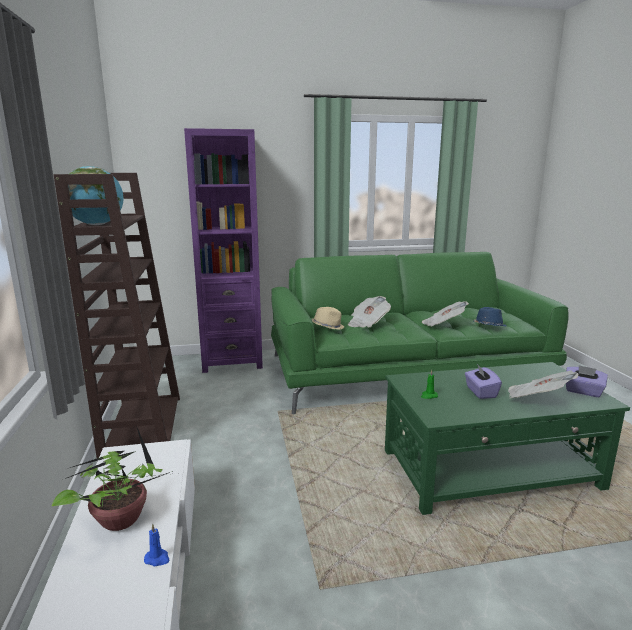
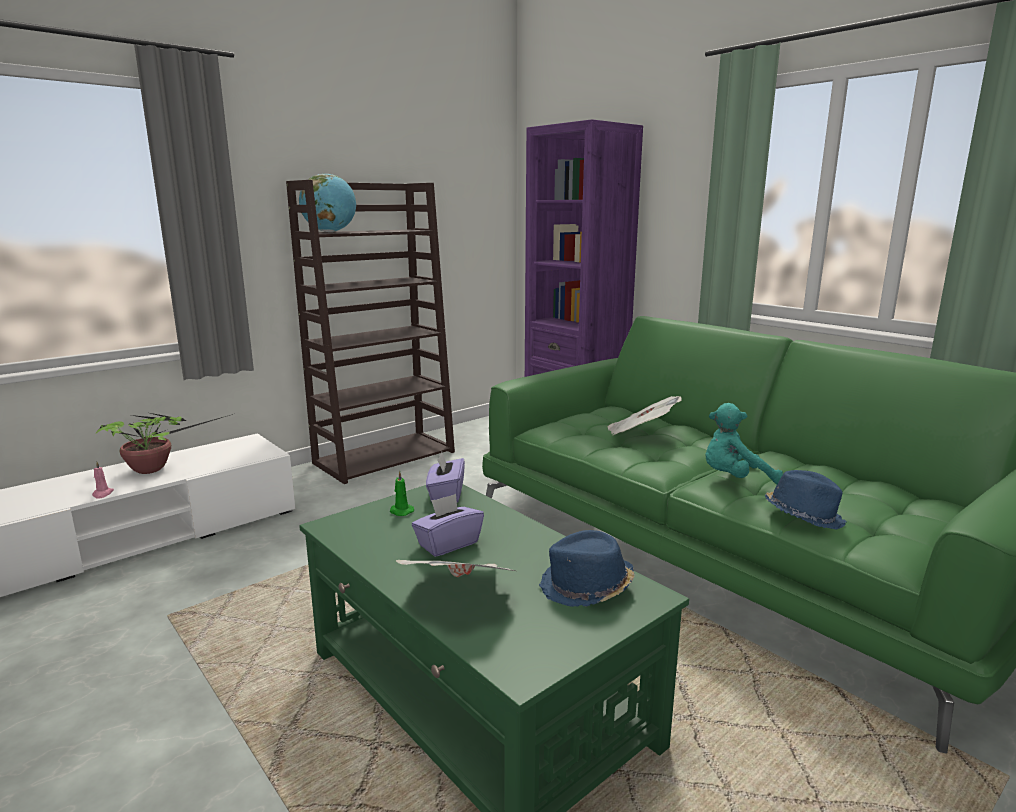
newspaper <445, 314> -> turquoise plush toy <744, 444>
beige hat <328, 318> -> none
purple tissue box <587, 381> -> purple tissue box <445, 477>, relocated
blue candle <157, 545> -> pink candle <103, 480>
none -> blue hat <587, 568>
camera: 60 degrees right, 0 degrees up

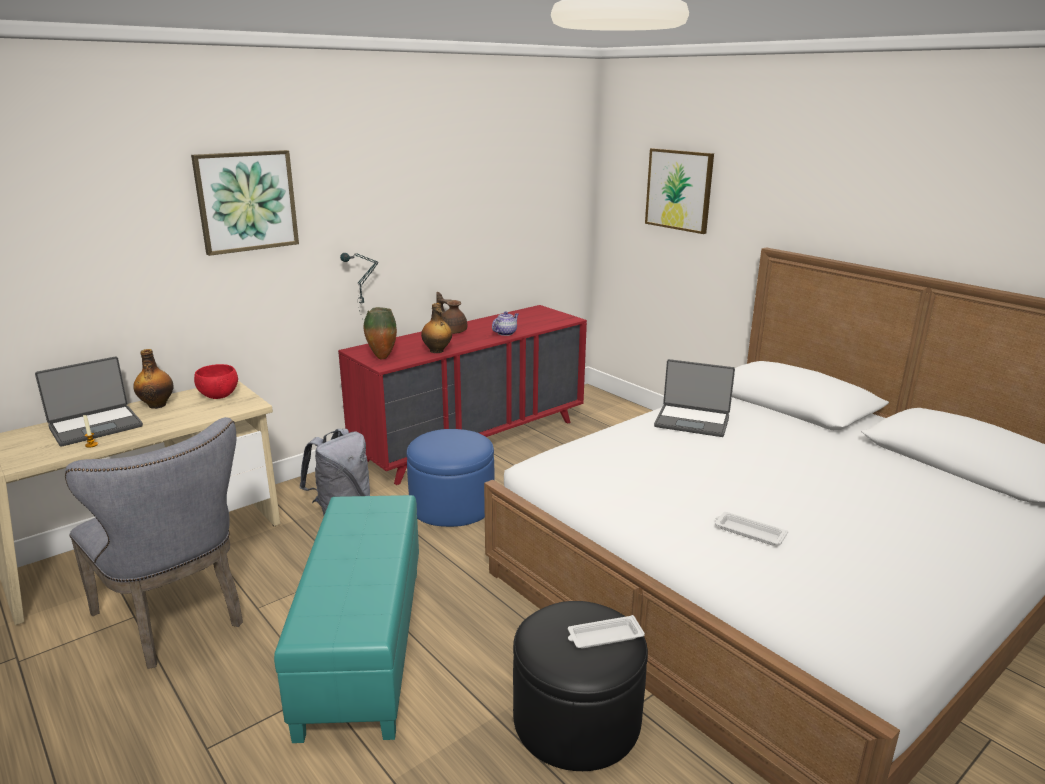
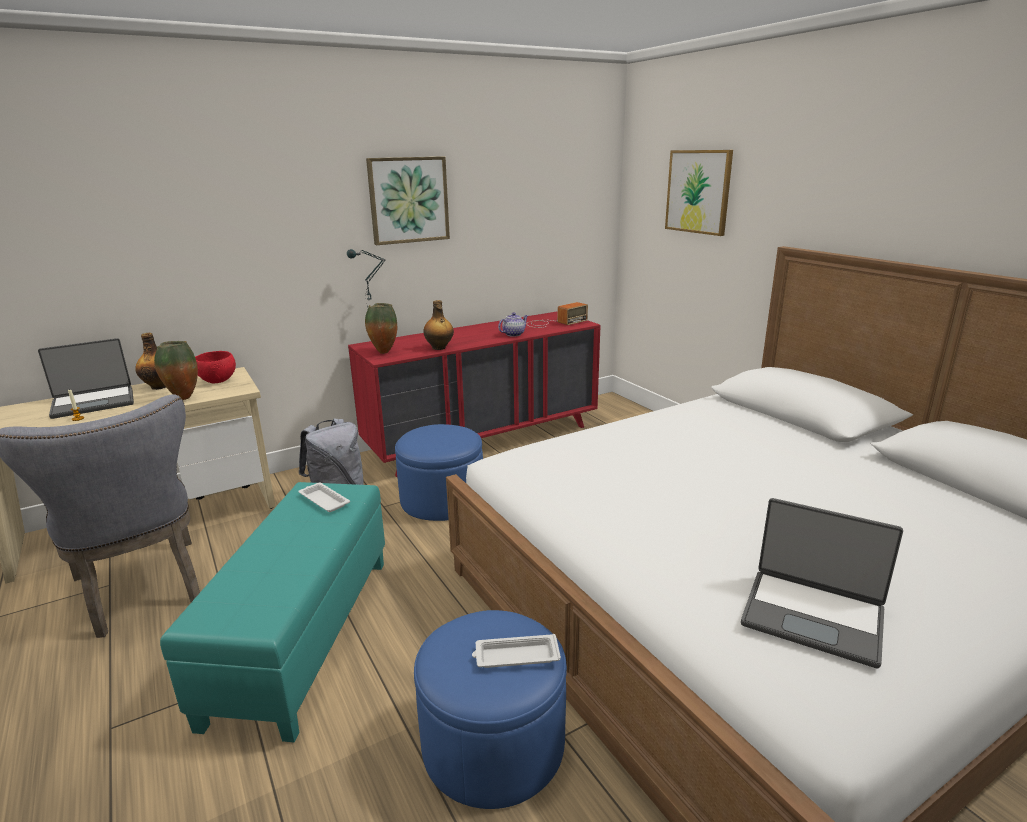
picture <245, 203> -> picture <408, 200>, relocated
brown teapot <451, 313> -> none
laptop <694, 398> -> laptop <822, 583>, relocated
white tray <751, 529> -> white tray <324, 497>, relocated
black ottoman <580, 686> -> blue ottoman <490, 709>
none -> radio <559, 315>
none -> vase <176, 370>
camera: 10 degrees right, 0 degrees up

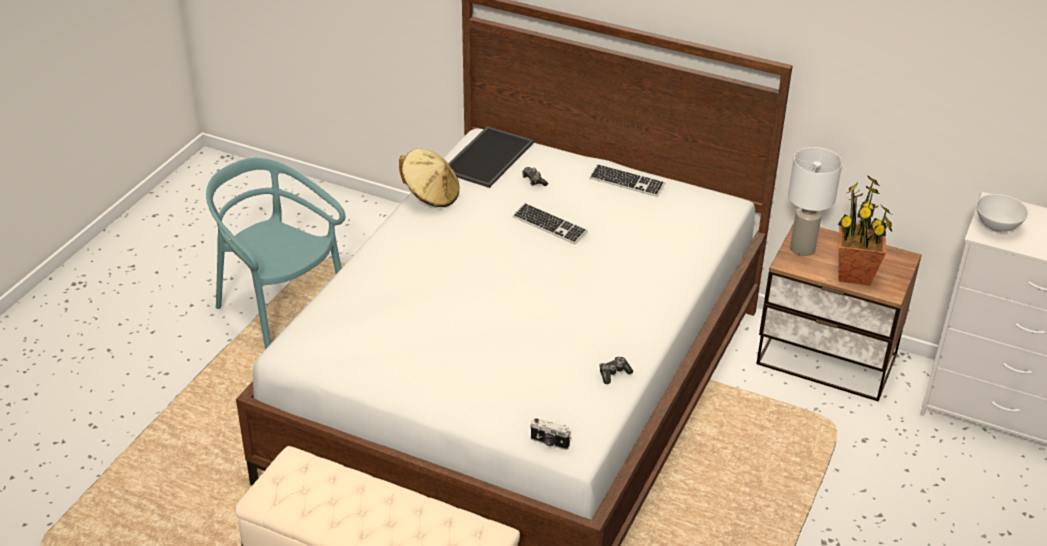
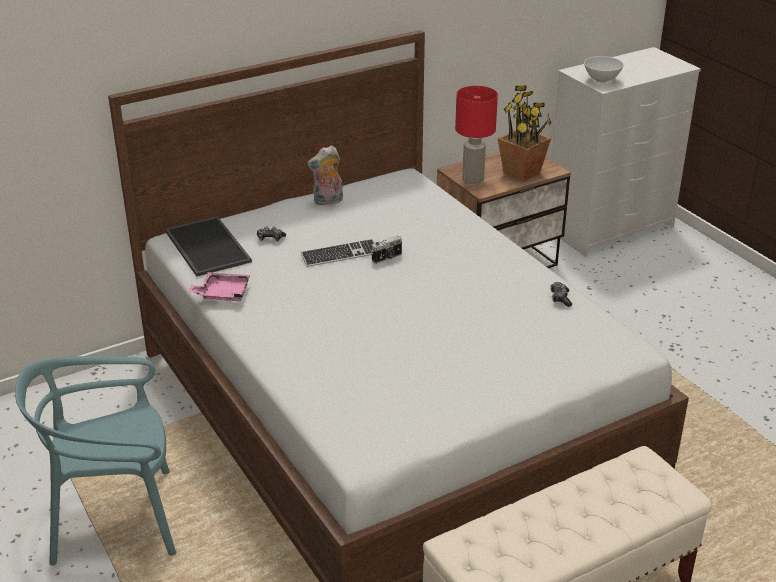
white table lamp <815, 201> -> red table lamp <476, 135>
beige hat <429, 178> -> pink tray <219, 287>
keyboard <627, 180> -> plush toy <325, 175>
photo camera <550, 434> -> photo camera <387, 249>, relocated
camera: 55 degrees left, 5 degrees down

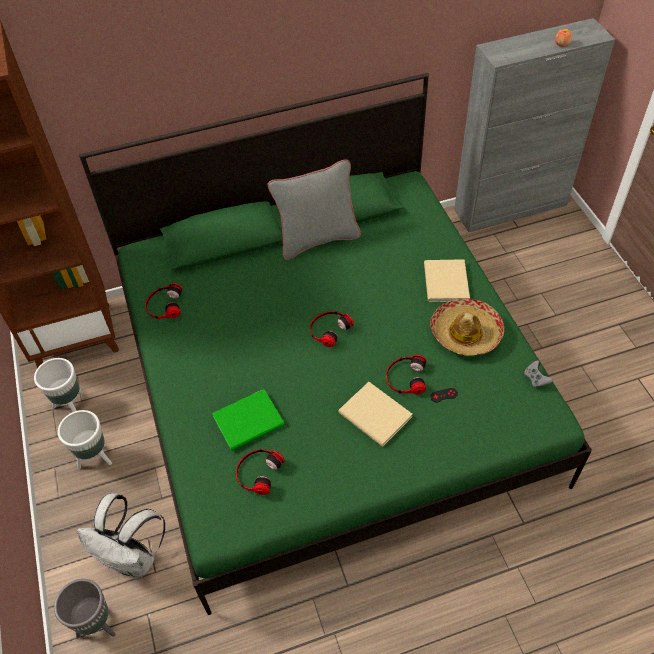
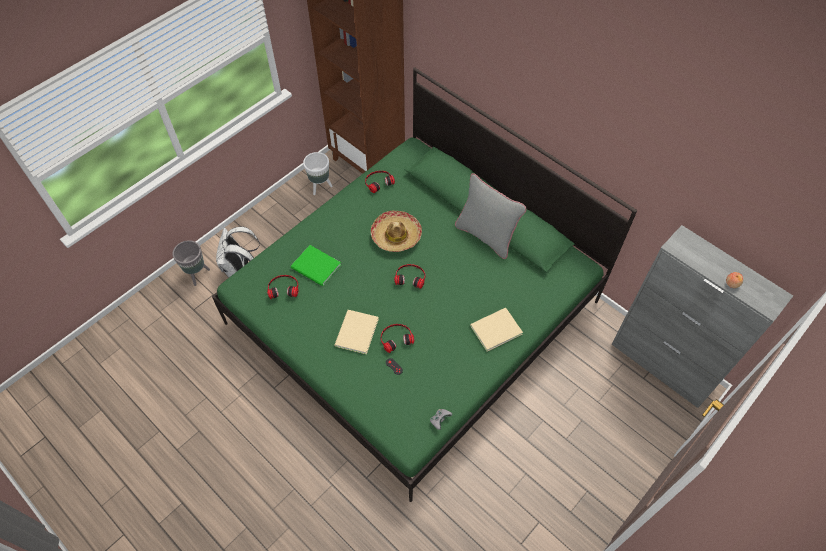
hat <467, 327> -> hat <396, 231>, relocated
white planter <85, 439> -> none
camera: 60 degrees right, 5 degrees up

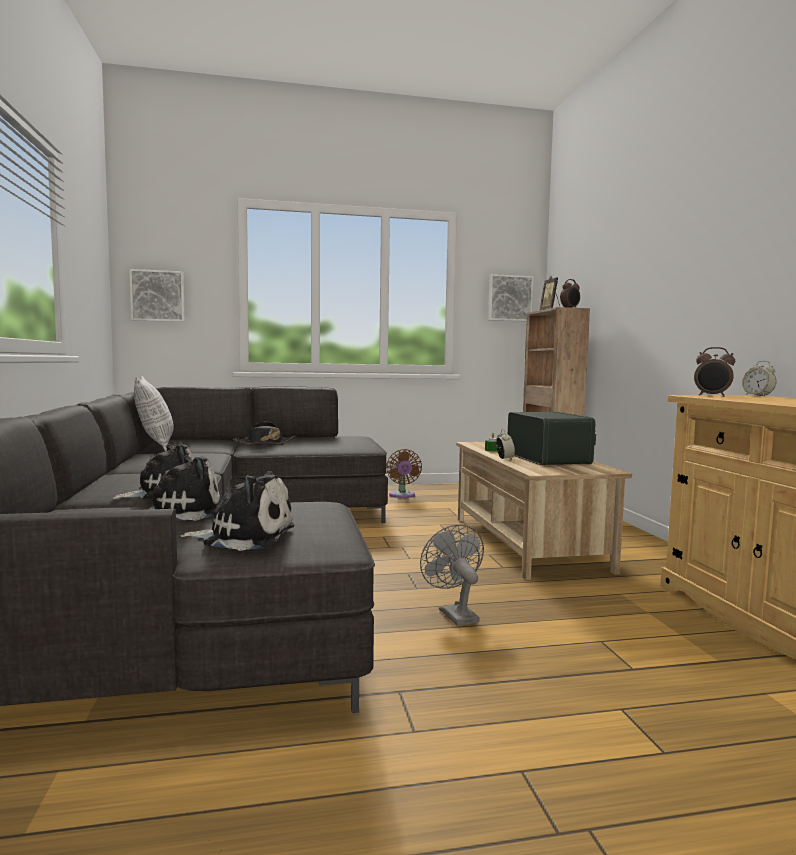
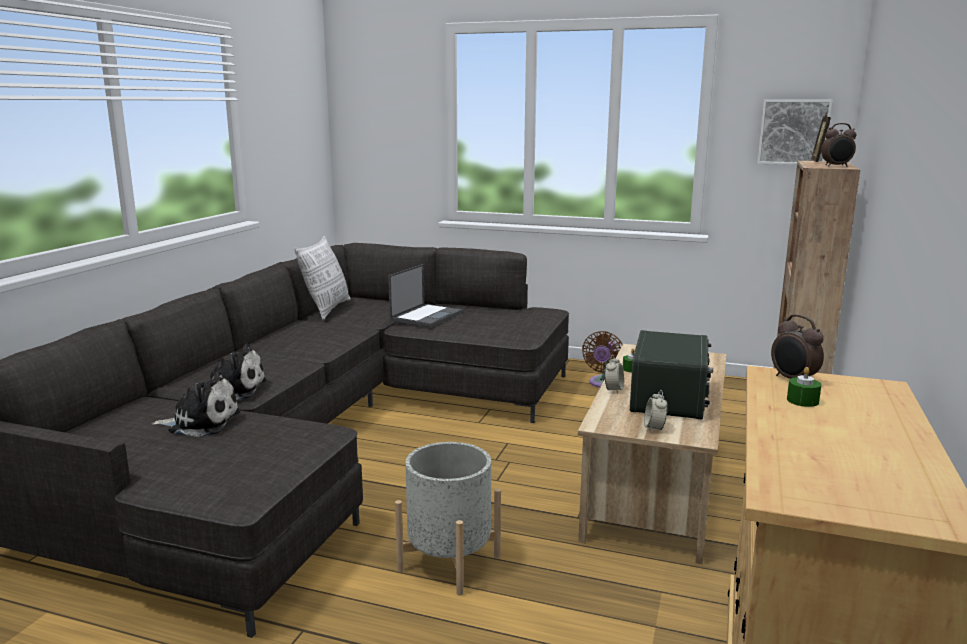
picture <157, 295> -> none
alarm clock <759, 378> -> alarm clock <656, 411>, relocated
black hat <264, 432> -> laptop <425, 295>
plush toy <237, 511> -> none
grey fan <452, 575> -> grey planter <448, 518>
none -> green candle <804, 387>
camera: 30 degrees right, 10 degrees up

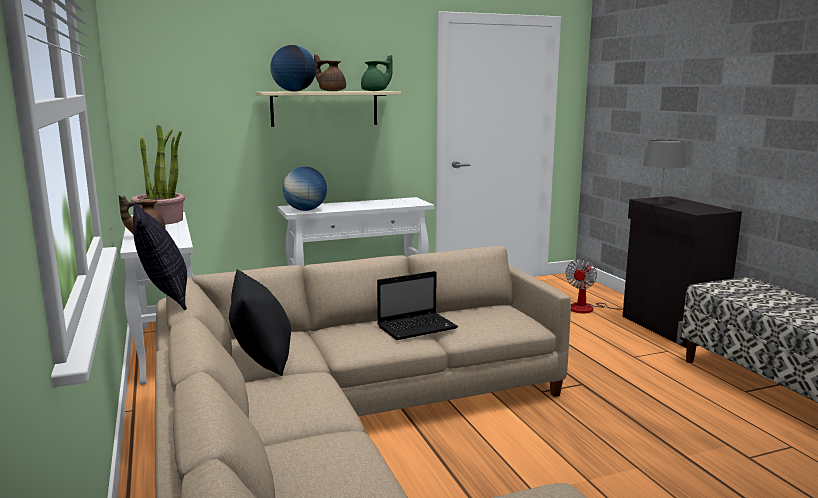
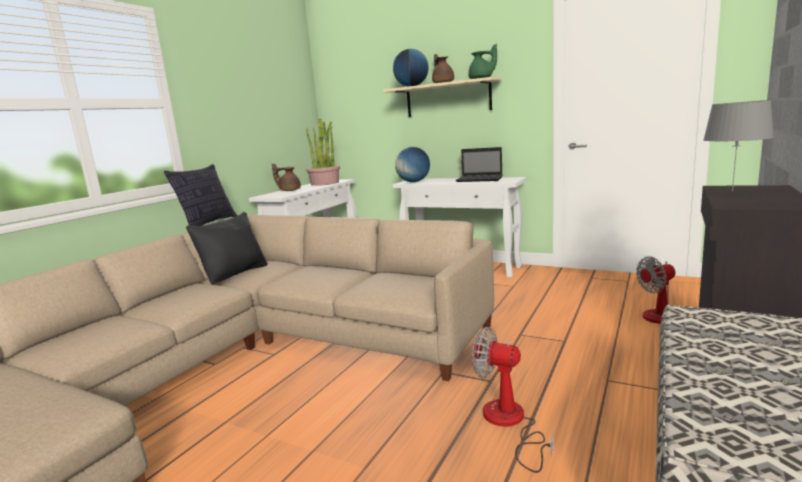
laptop <417, 305> -> laptop <479, 164>, relocated
none -> fan <513, 400>
camera: 50 degrees right, 0 degrees up

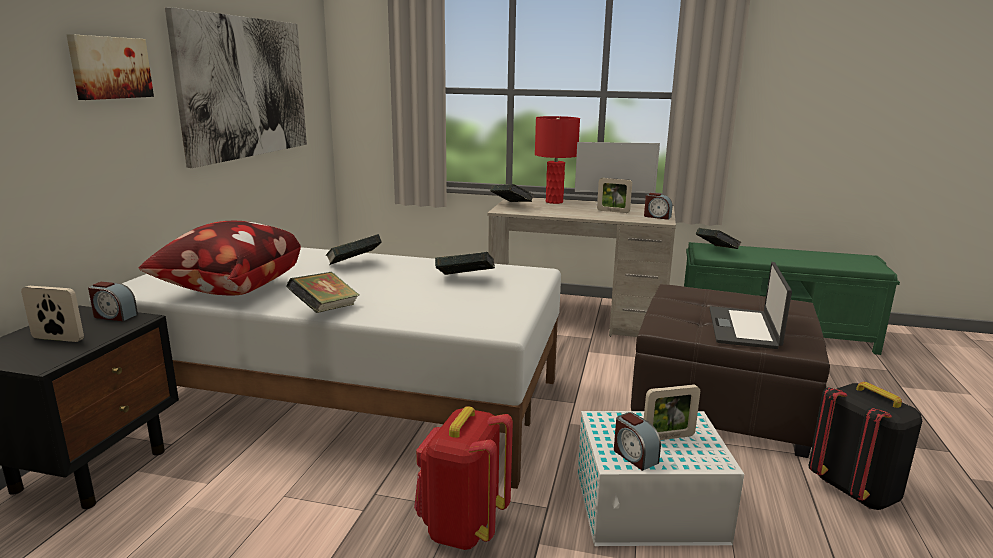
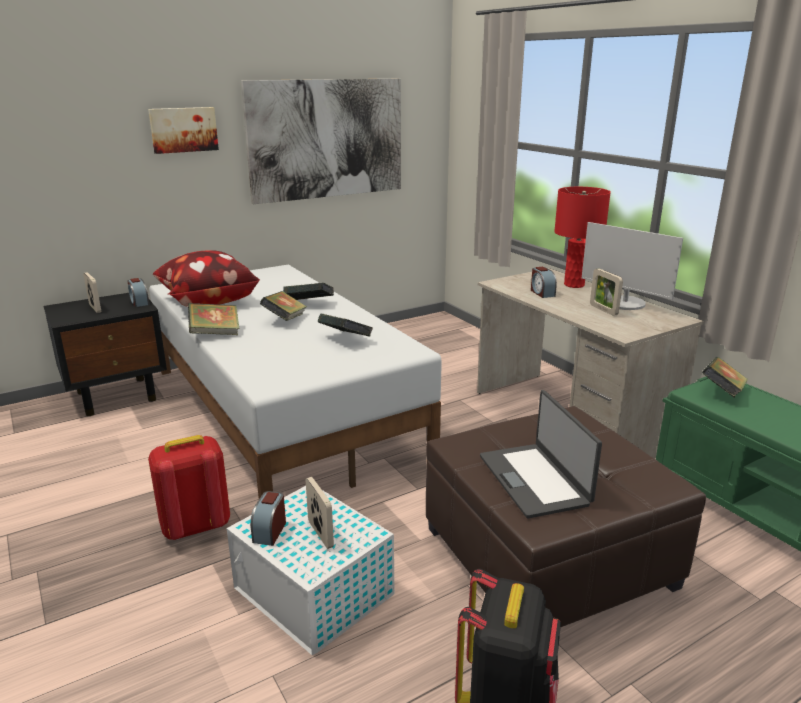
book <512, 193> -> book <283, 306>, relocated
alarm clock <658, 206> -> alarm clock <544, 282>, relocated
laptop <751, 305> -> laptop <541, 454>, 75 degrees counterclockwise
picture frame <672, 412> -> picture frame <320, 513>, 150 degrees counterclockwise
camera: 45 degrees right, 5 degrees up

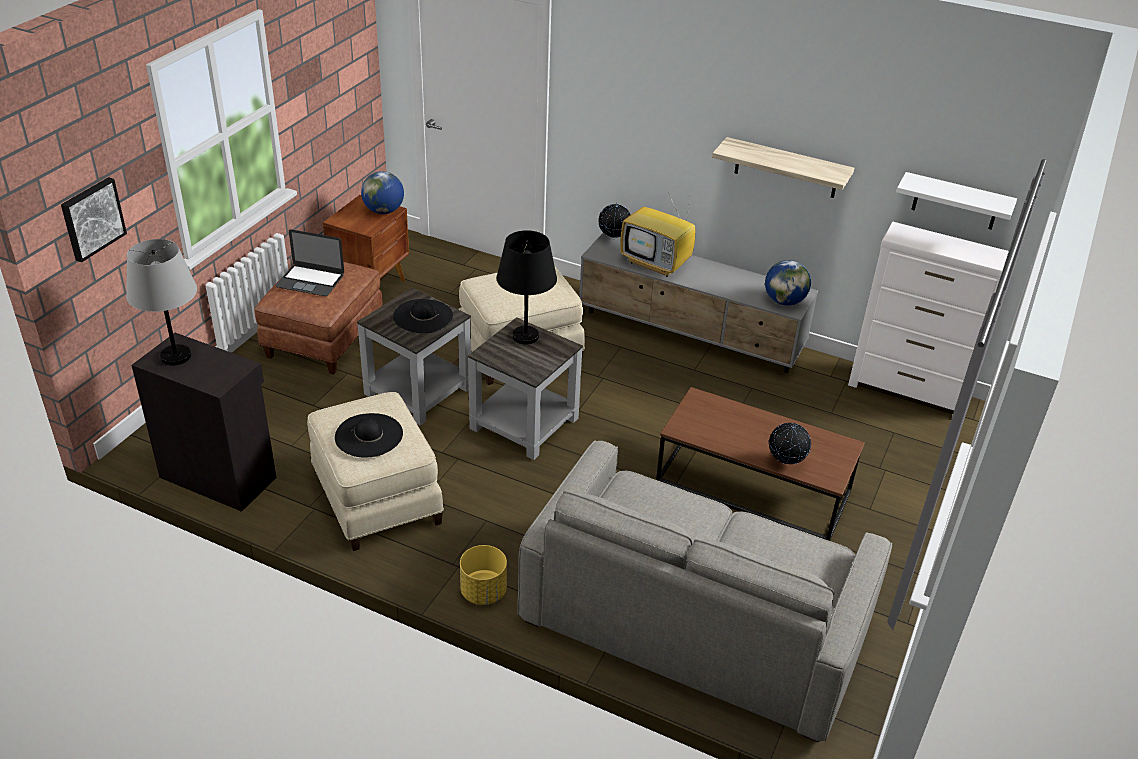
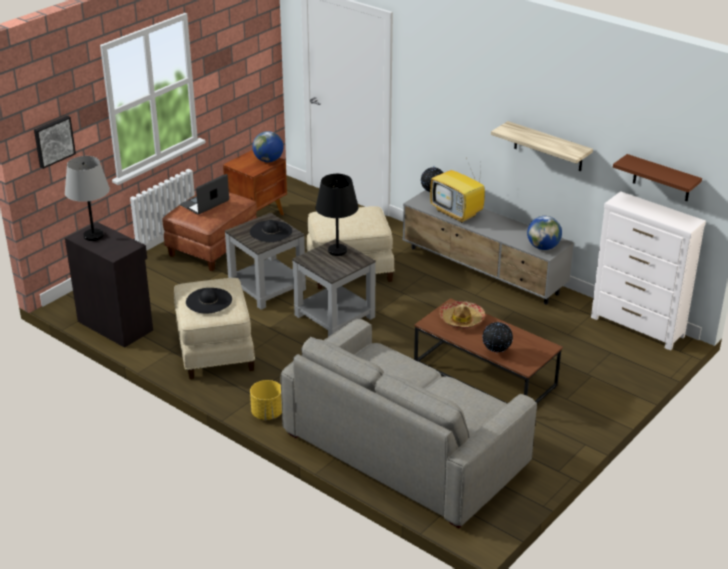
white shelf <956, 201> -> brown shelf <657, 177>
laptop <309, 262> -> laptop <204, 194>, 105 degrees clockwise
none -> hat <462, 315>
camera: 15 degrees right, 5 degrees down

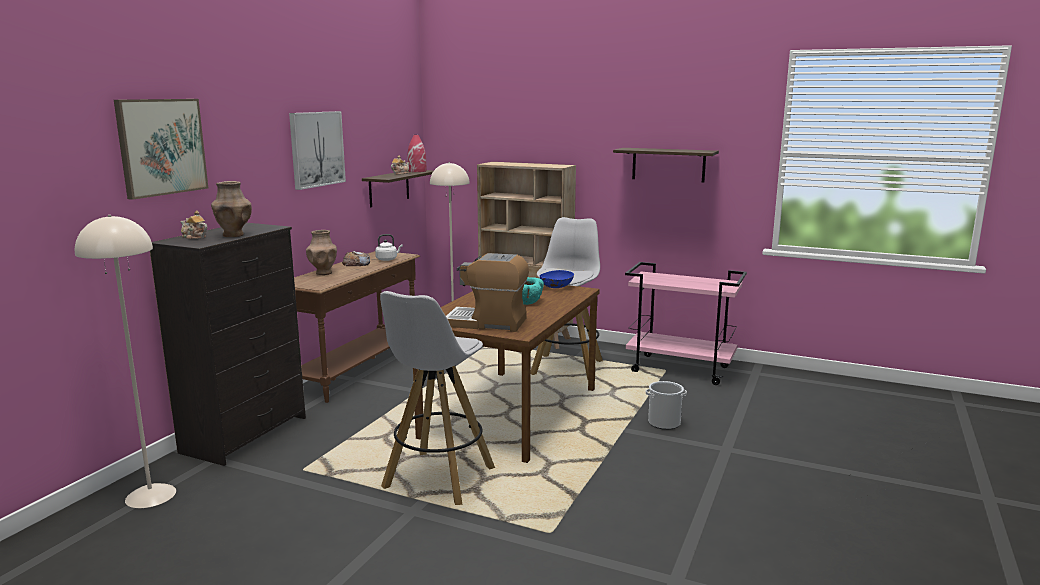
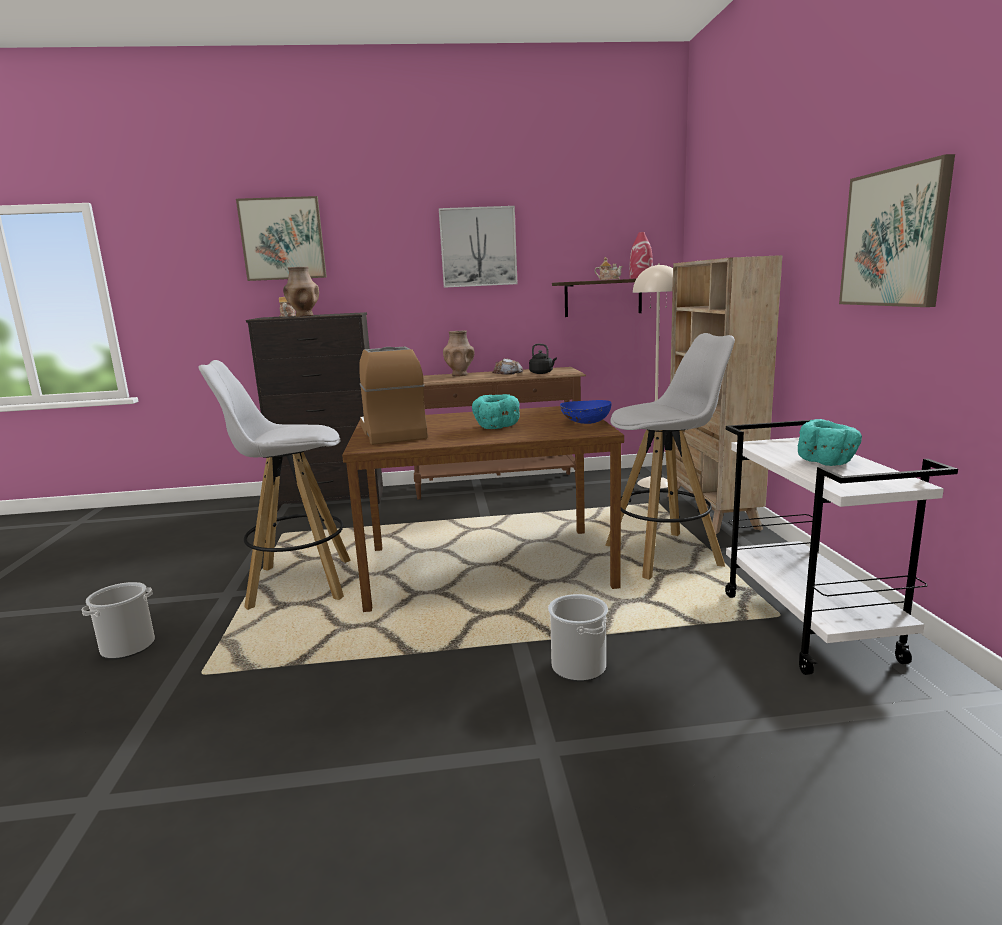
shelf <666, 165> -> picture <897, 230>
beige floor lamp <125, 361> -> none
white kettle <389, 247> -> black kettle <543, 359>
pink cart <686, 323> -> white cart <841, 547>
none -> turquoise bowl <830, 442>
none -> bucket <118, 620>
camera: 60 degrees right, 0 degrees up

